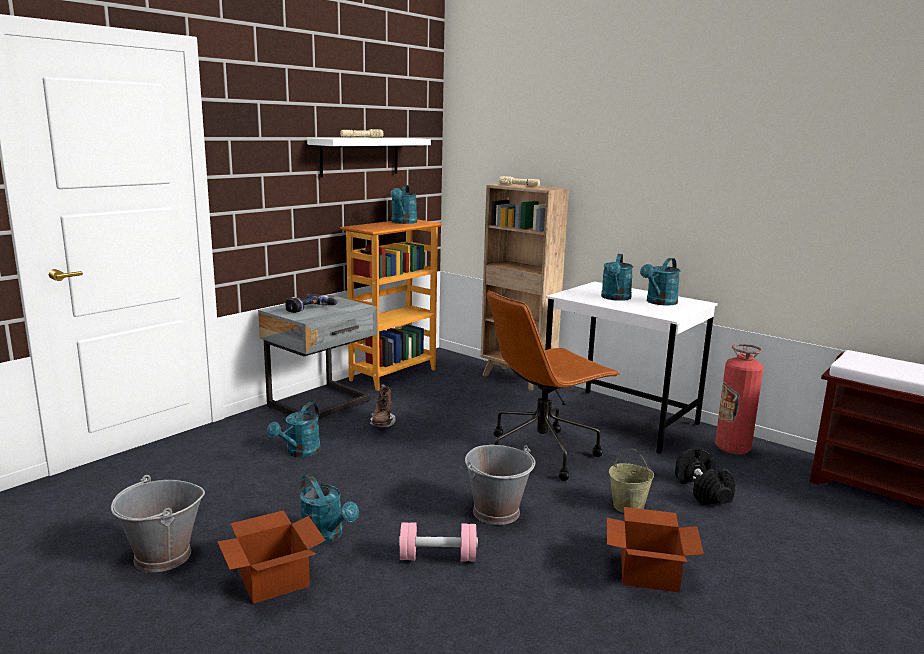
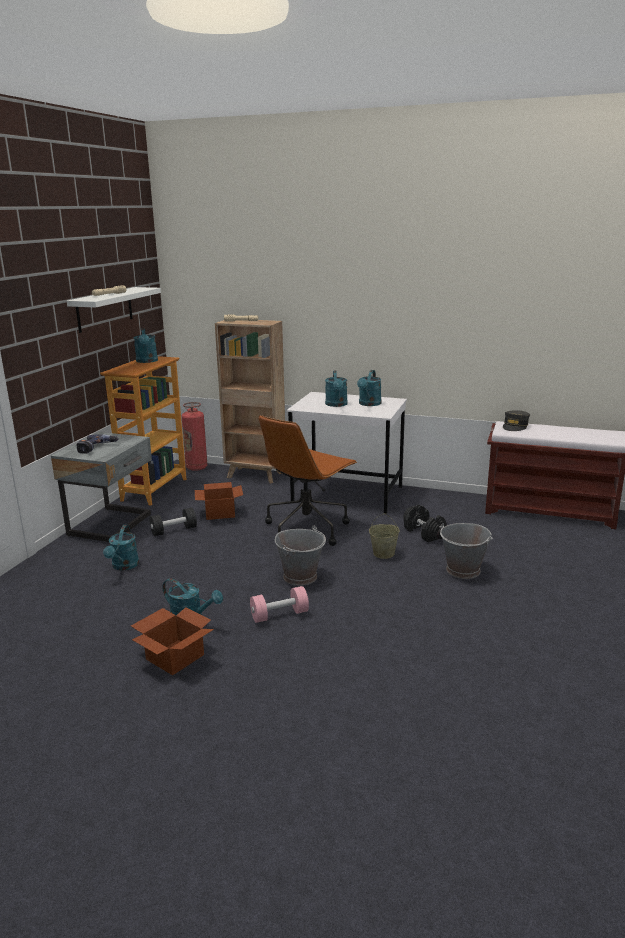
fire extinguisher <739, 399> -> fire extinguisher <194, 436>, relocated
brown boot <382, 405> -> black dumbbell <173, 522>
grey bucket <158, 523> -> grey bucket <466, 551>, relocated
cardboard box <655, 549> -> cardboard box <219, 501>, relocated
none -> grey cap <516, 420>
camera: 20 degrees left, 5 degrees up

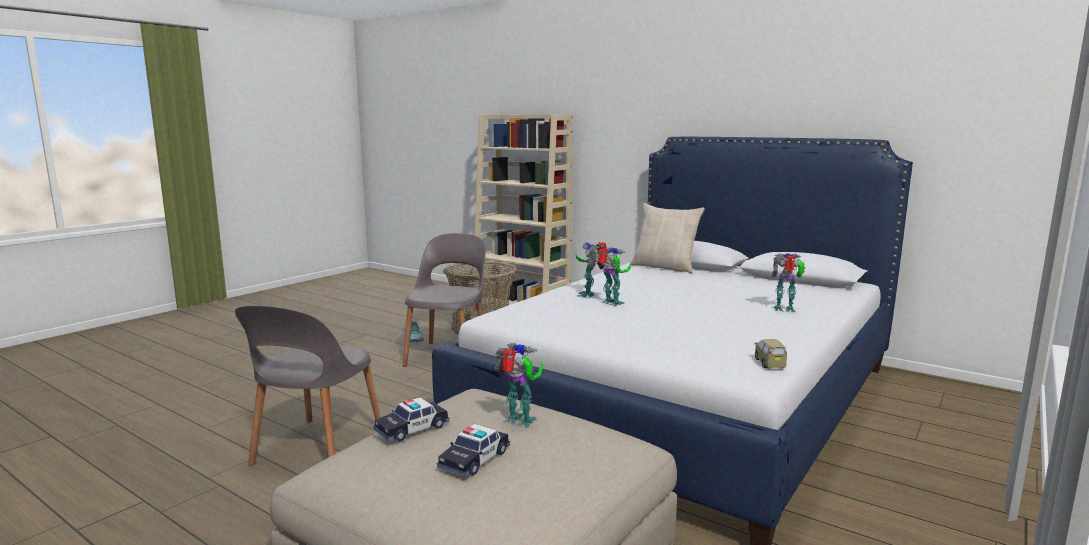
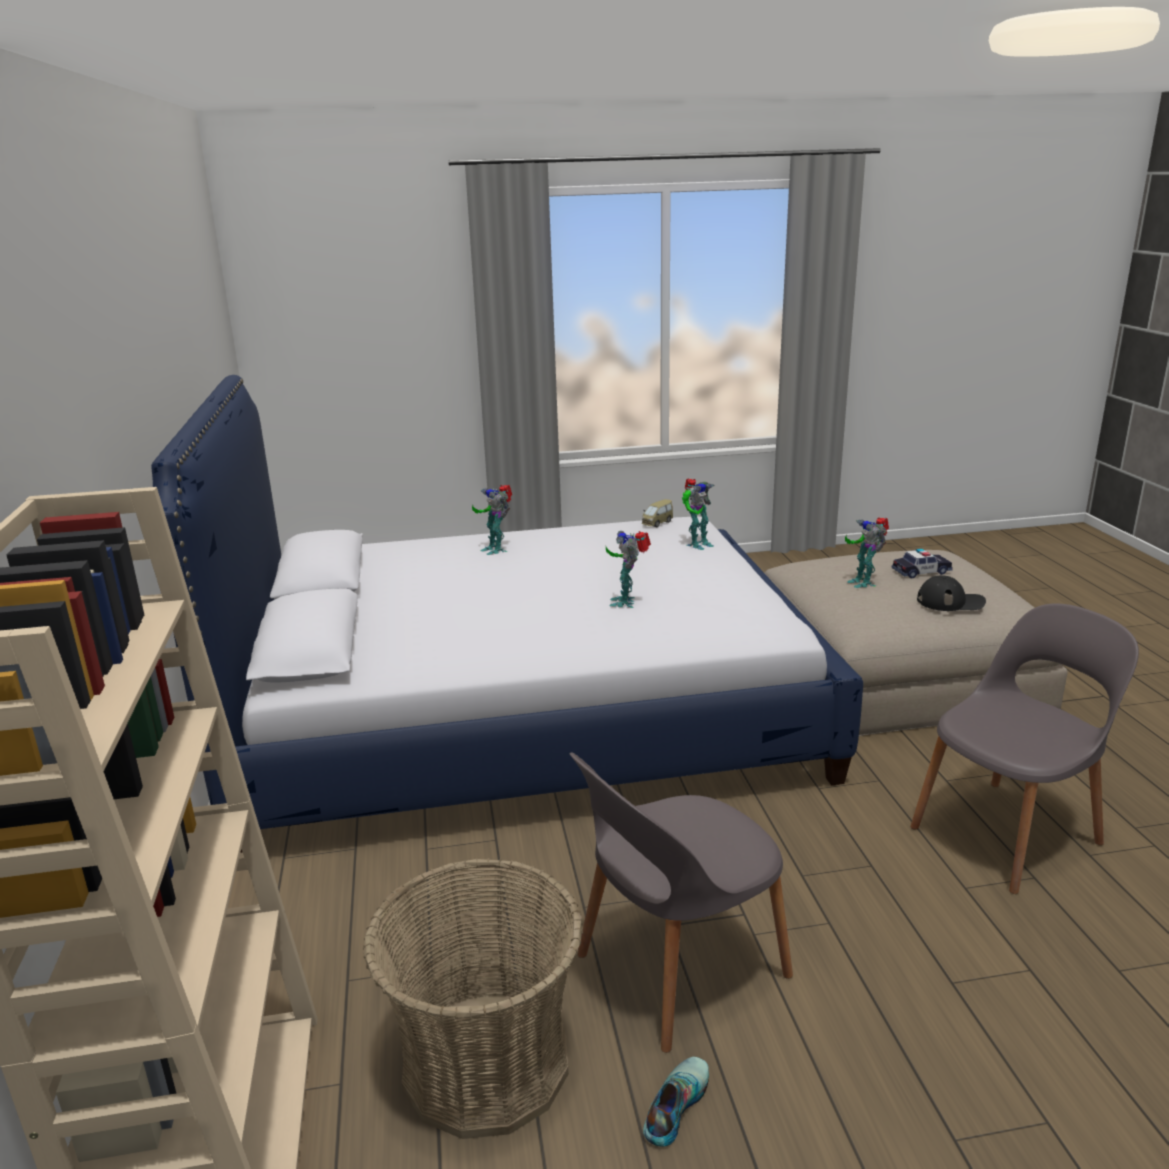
beige pillow <668, 238> -> none
toy robot <591, 270> -> toy robot <698, 514>, relocated
toy car <412, 419> -> black cap <951, 593>
camera: 135 degrees left, 10 degrees up

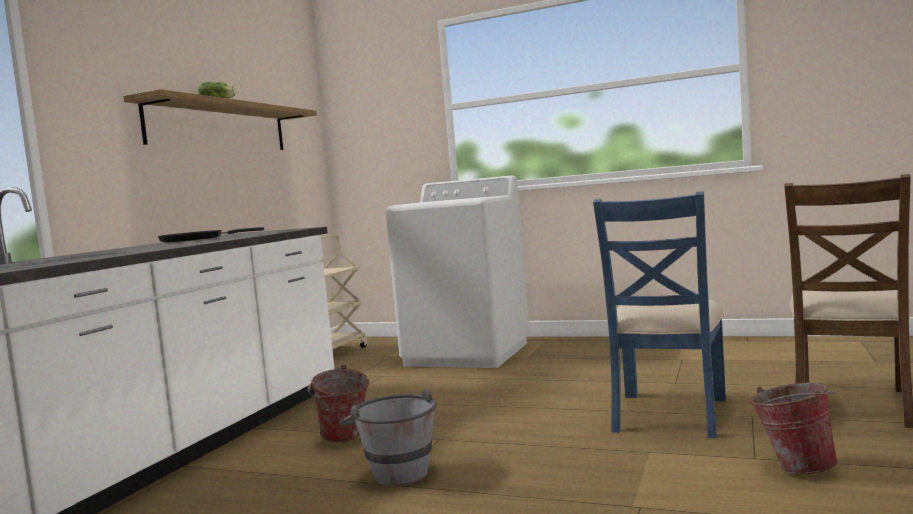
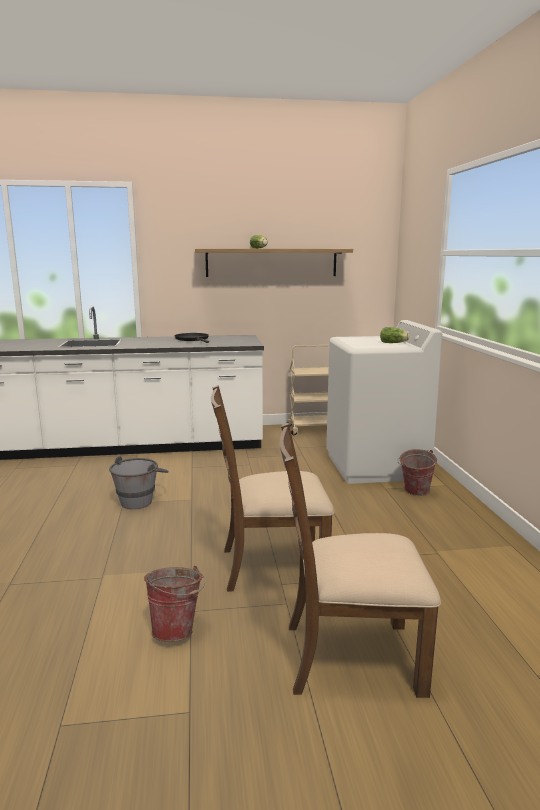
blue chair <659, 314> -> brown chair <272, 488>
bucket <338, 403> -> bucket <417, 472>, relocated
none -> lettuce <394, 335>
camera: 60 degrees right, 10 degrees up

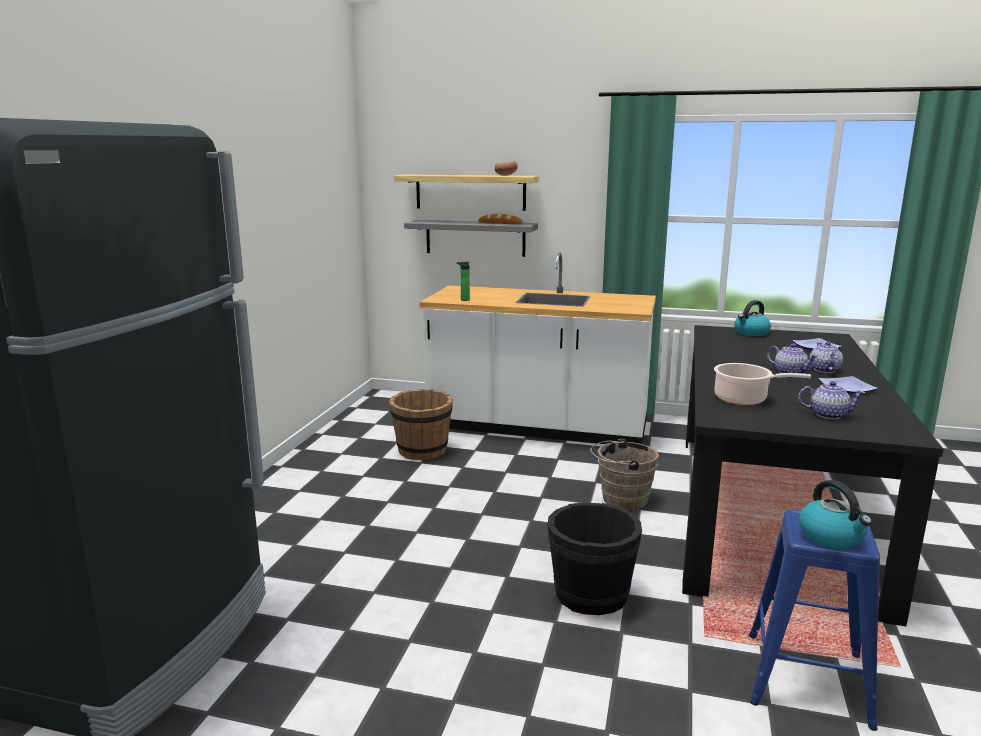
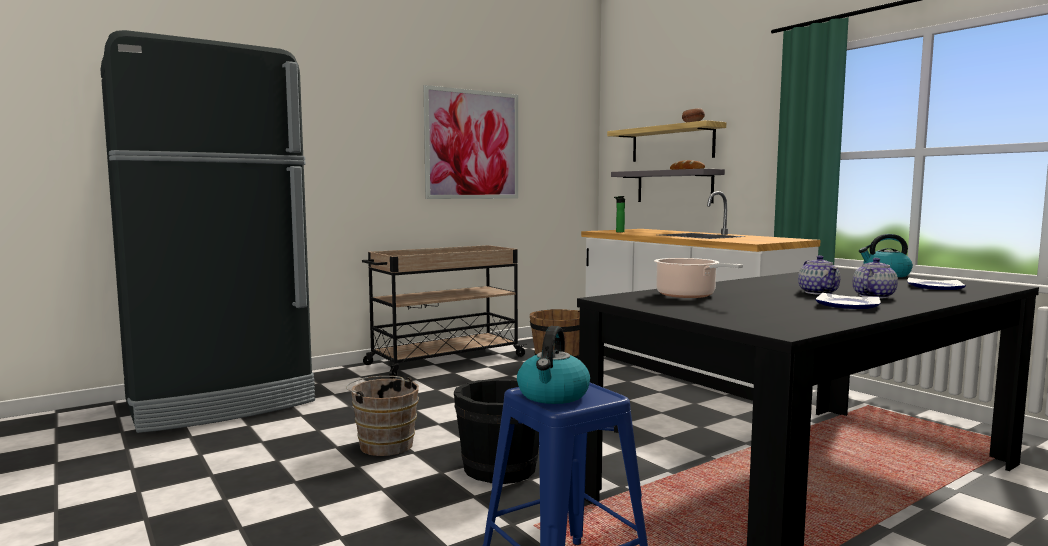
teapot <831, 400> -> none
brown bucket <624, 474> -> brown bucket <382, 416>, relocated
none -> picture <471, 142>
none -> beige cart <444, 312>
camera: 40 degrees right, 10 degrees down

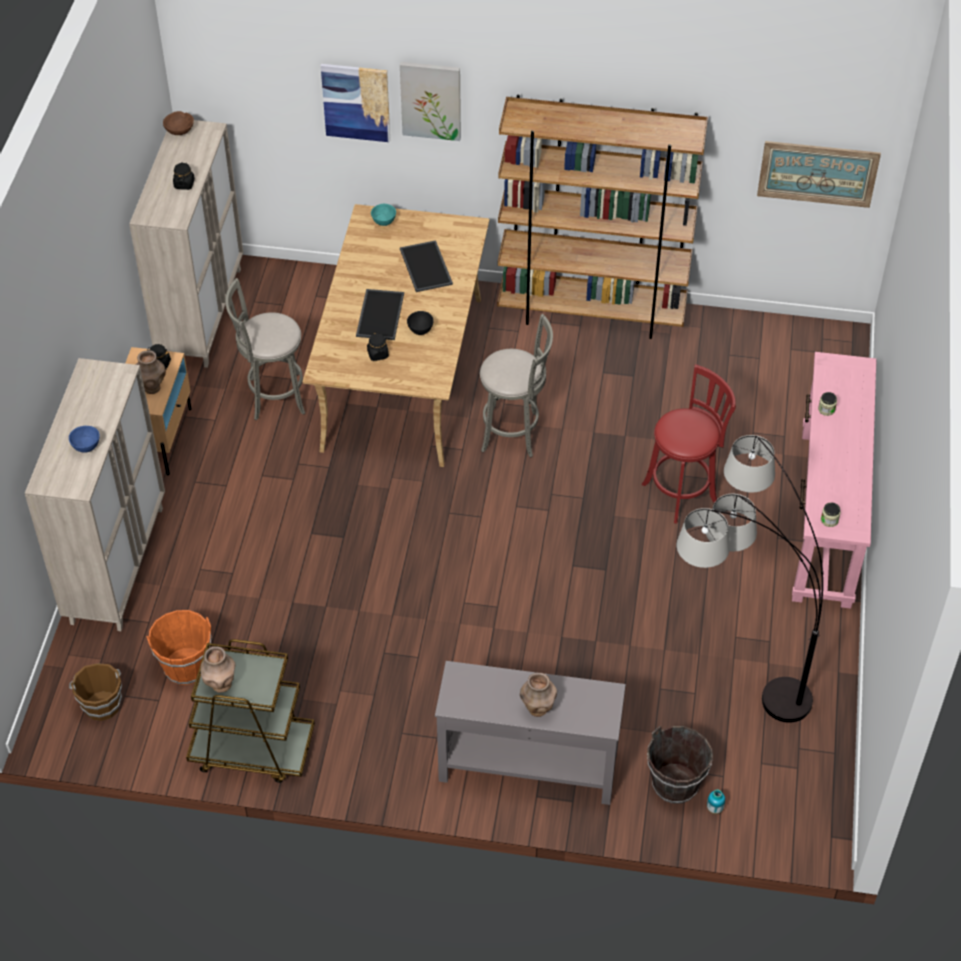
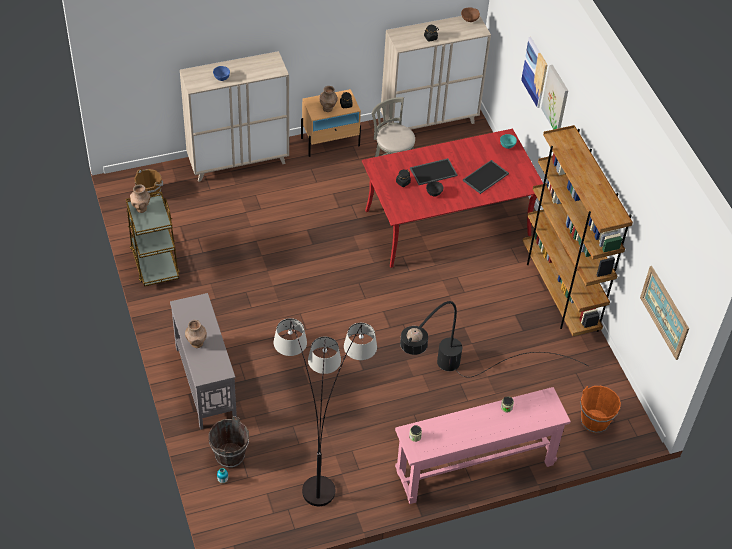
beige dining table <396, 335> -> red dining table <452, 198>
grey stool <516, 386> -> none
red stool <689, 443> -> black floor lamp <494, 339>
orange bucket <179, 647> -> orange bucket <600, 409>, relocated
camera: 60 degrees right, 0 degrees up

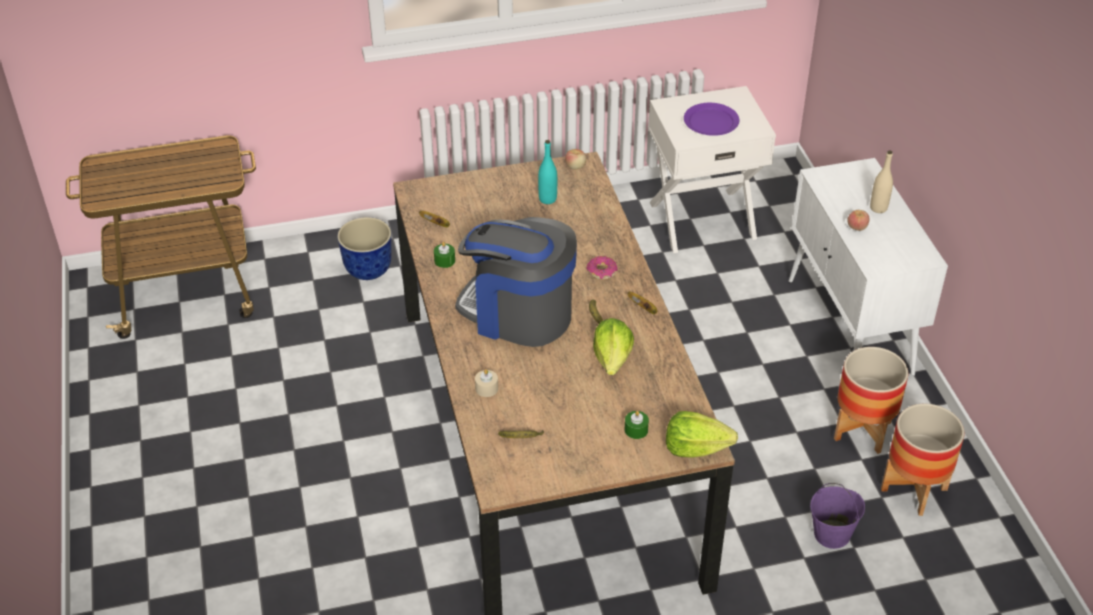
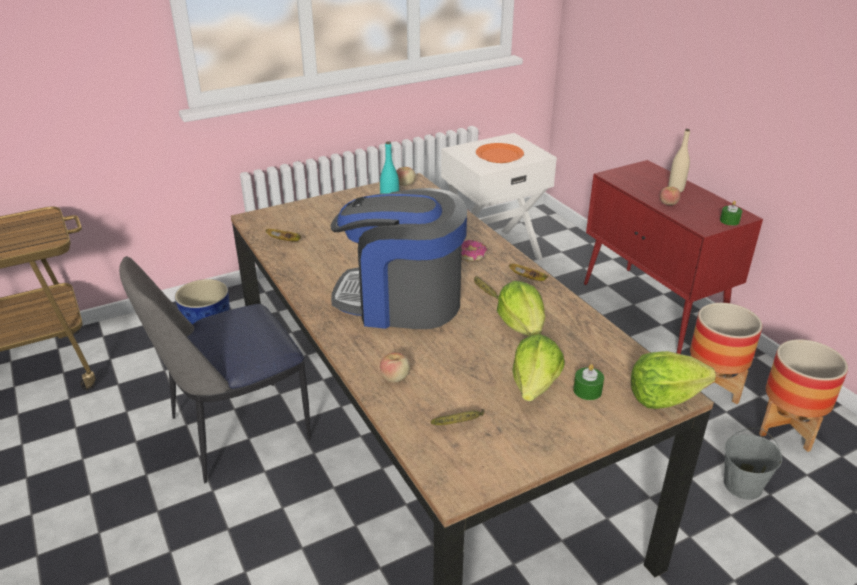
purple plate <711, 119> -> orange plate <500, 153>
white cabinet <868, 267> -> red cabinet <673, 257>
green candle <444, 255> -> green candle <731, 213>, relocated
beige candle <486, 383> -> apple <395, 367>
purple bucket <837, 516> -> grey bucket <753, 464>
none -> chair <215, 369>
none -> lettuce <538, 367>
camera: 15 degrees left, 10 degrees down

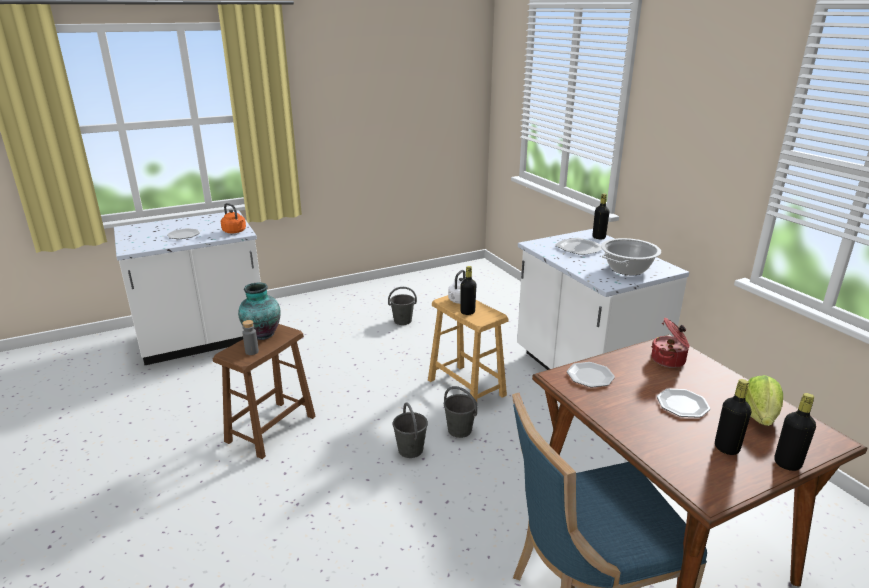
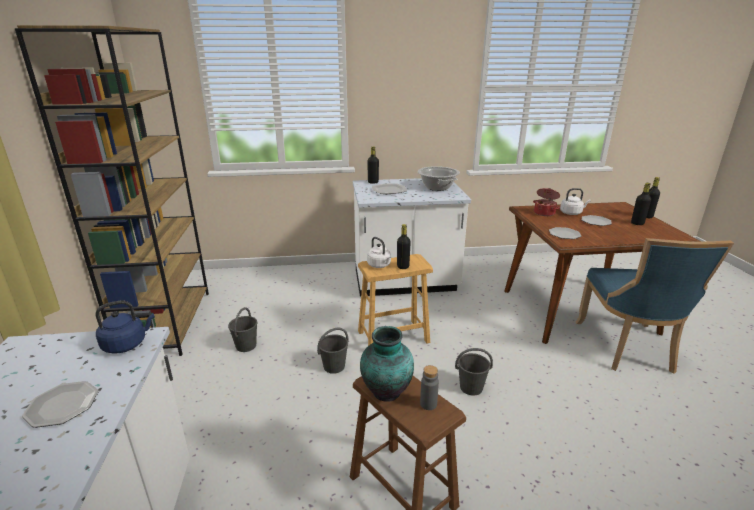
orange kettle <233, 218> -> blue kettle <125, 327>
lettuce <764, 400> -> none
grey bucket <460, 412> -> grey bucket <332, 351>, relocated
none -> brown bookcase <112, 190>
none -> white kettle <575, 201>
camera: 70 degrees left, 0 degrees up

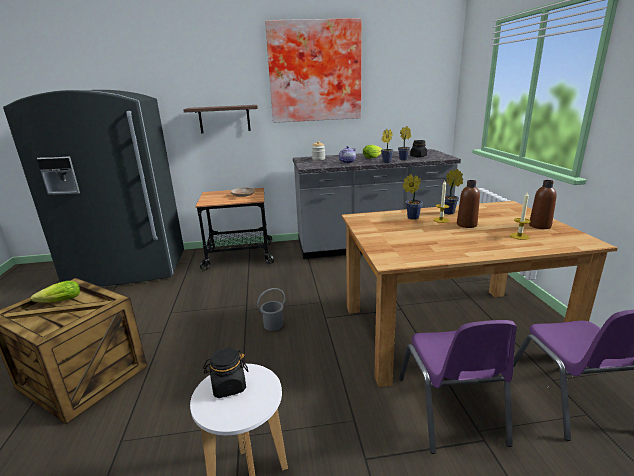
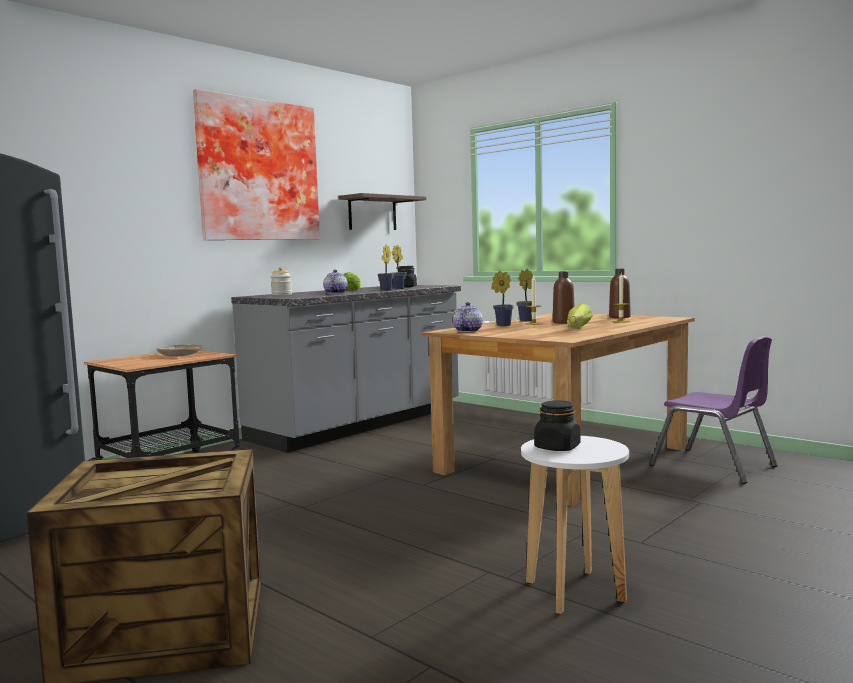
shelf <220, 119> -> shelf <382, 211>, relocated
lettuce <55, 292> -> lettuce <580, 315>, relocated
grey bucket <271, 309> -> none
purple chair <458, 387> -> none
none -> teapot <468, 317>
camera: 40 degrees left, 15 degrees down

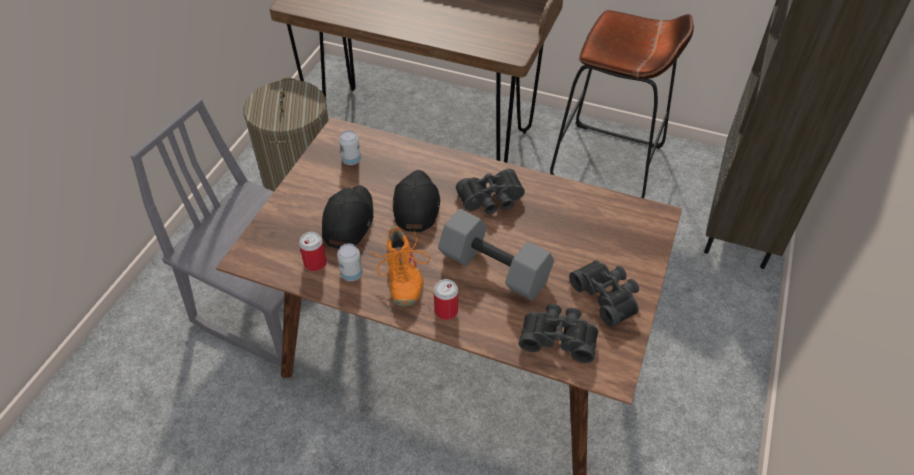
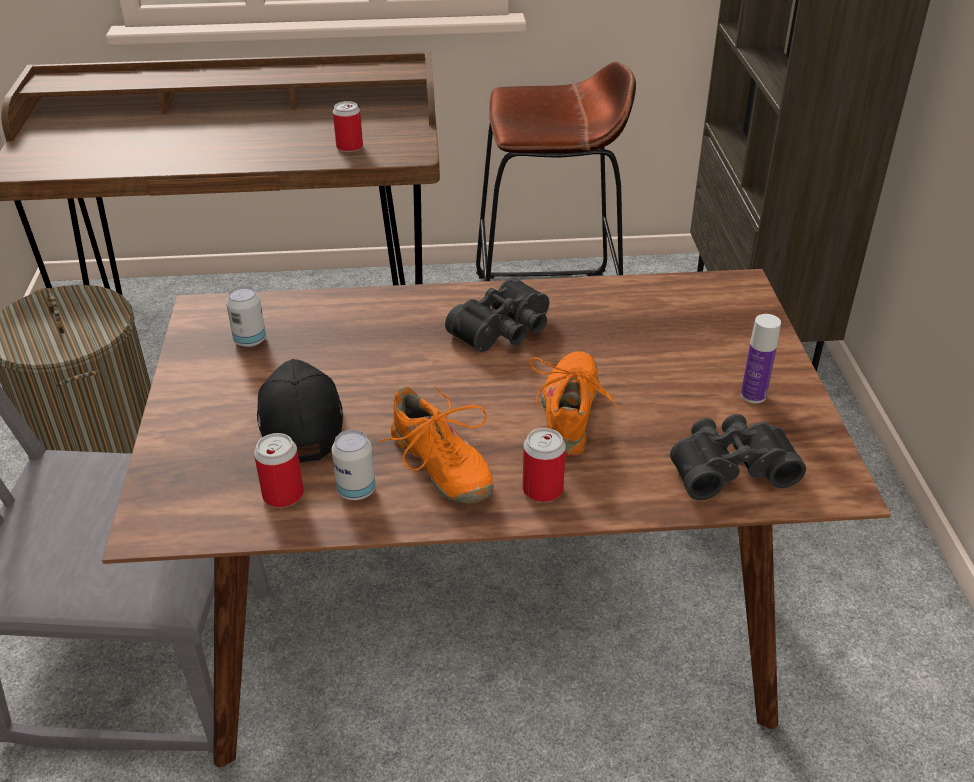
black cap <416, 201> -> none
grey dumbbell <496, 255> -> orange shoe <574, 403>
black binoculars <604, 293> -> bottle <761, 358>
none -> can <348, 126>
camera: 25 degrees left, 10 degrees down

